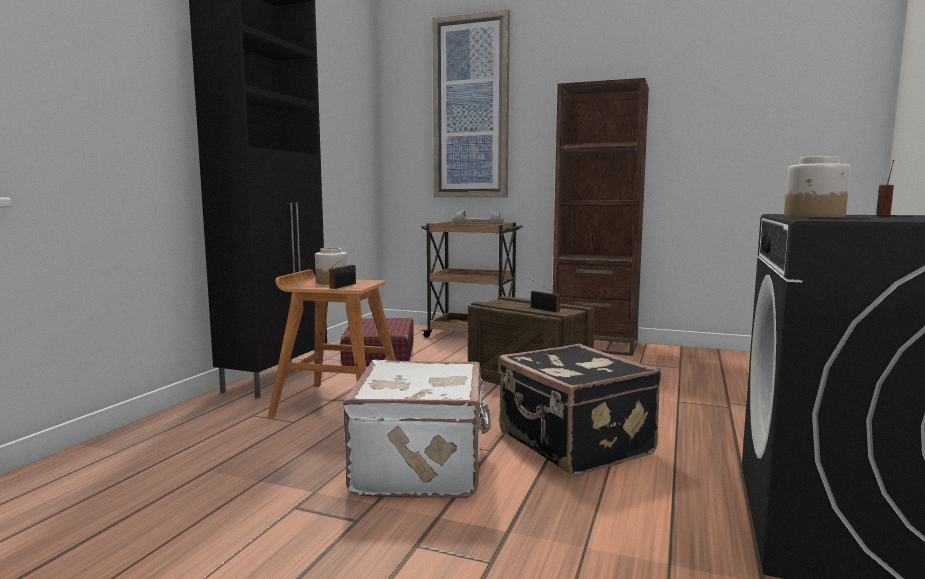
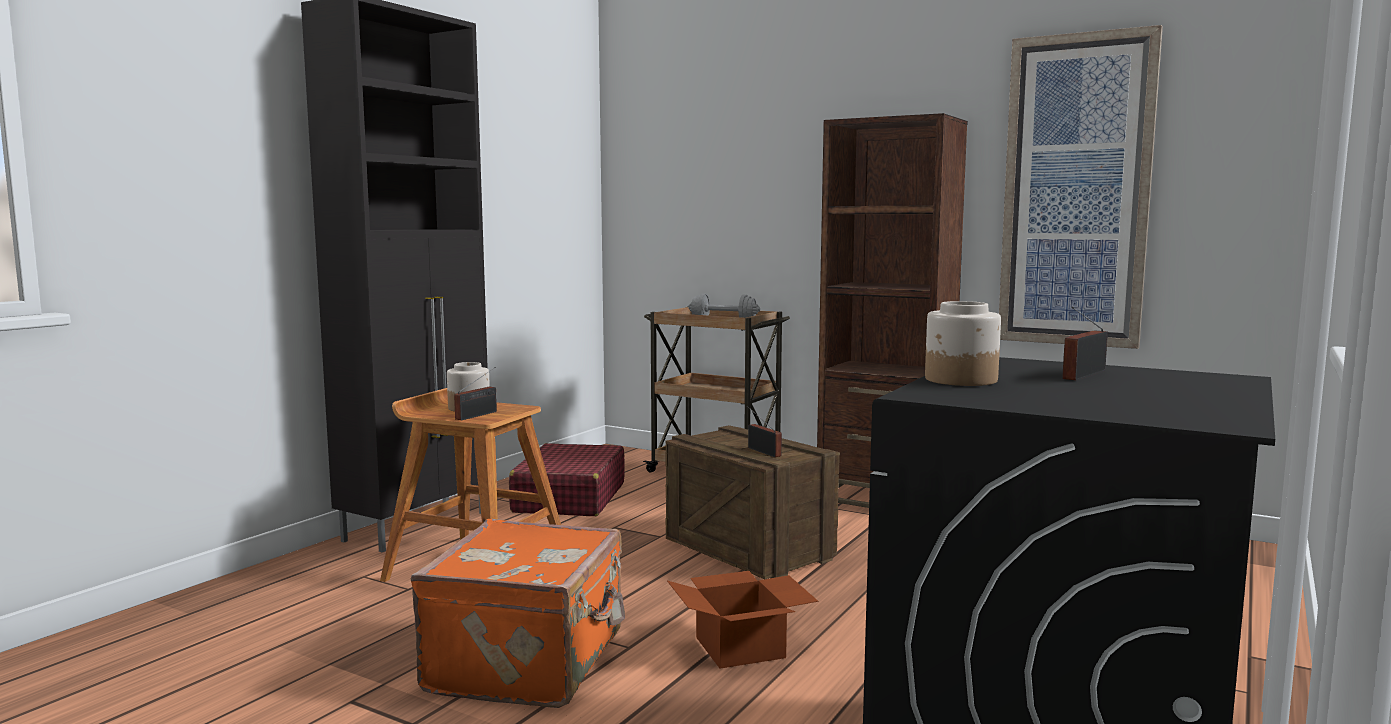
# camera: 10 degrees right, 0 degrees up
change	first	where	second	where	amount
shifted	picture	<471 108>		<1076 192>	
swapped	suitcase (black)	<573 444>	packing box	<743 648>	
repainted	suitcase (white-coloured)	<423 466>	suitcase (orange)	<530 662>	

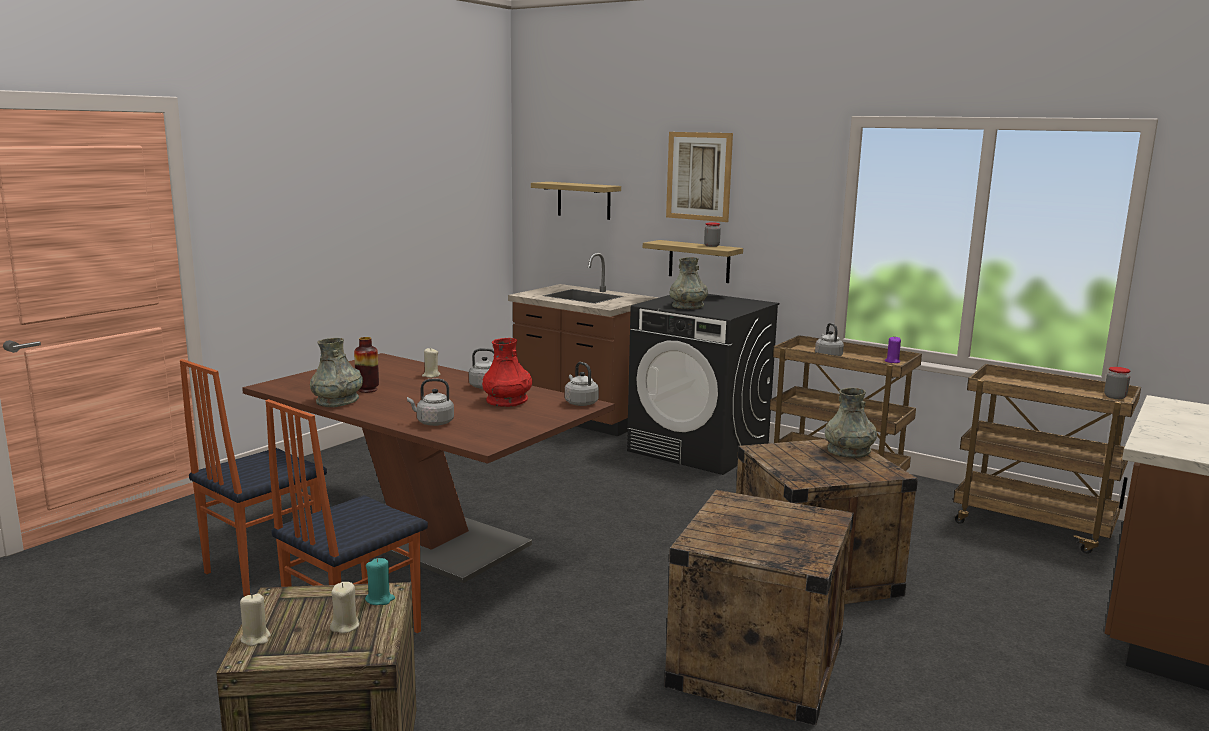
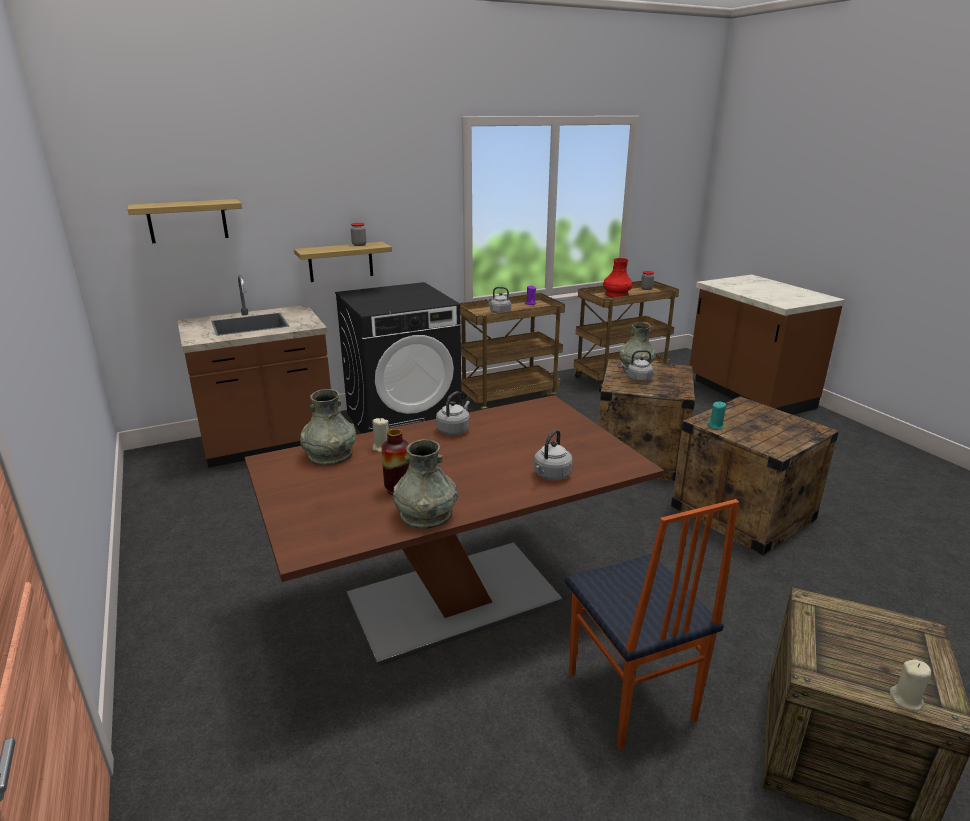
# camera: 60 degrees left, 10 degrees up
change	first	where	second	where	amount
gone	picture	<699 176>			
shifted	flower vase (gray)	<688 306>		<330 454>	
shifted	flower vase (red-coloured)	<507 401>		<616 295>	
gone	plain chair	<262 569>			
shifted	kettle (gray)	<580 403>		<637 379>	
shifted	wax candle (blue-green)	<380 599>		<715 426>	
gone	wax candle (sand-coloured)	<345 626>			

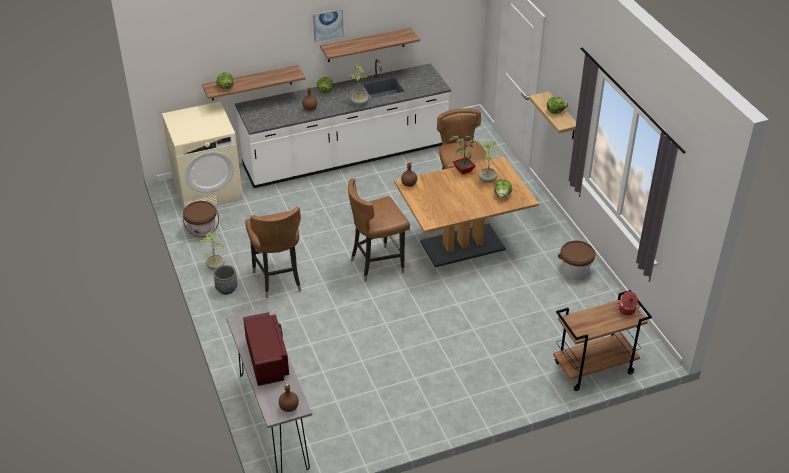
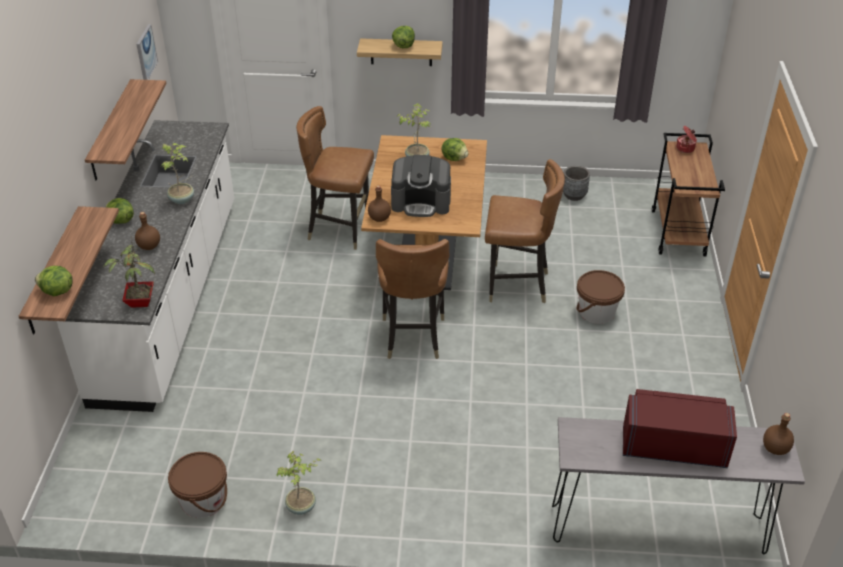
# camera: 65 degrees left, 0 degrees up
change	first	where	second	where	amount
shifted	picture	<328 24>		<146 53>	
gone	washing machine (sand-coloured)	<208 189>			
shifted	houseplant	<463 170>		<139 302>	
shifted	plain chair (brown-coloured)	<278 280>		<516 285>	
shifted	bucket (brown-coloured)	<575 271>		<596 312>	
shifted	plant pot (gray)	<226 289>		<574 195>	
new			coffee brewer	<421 202>	

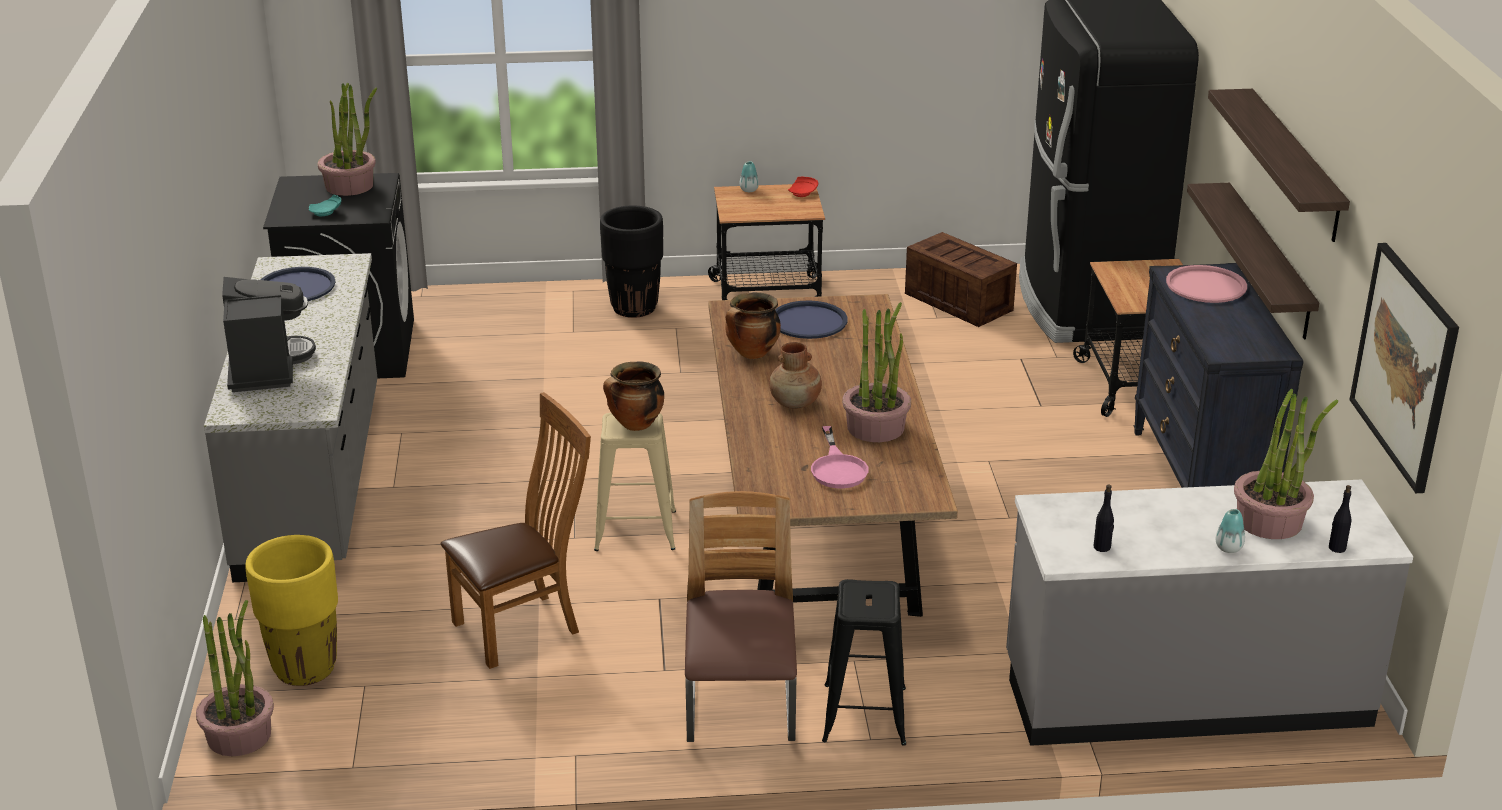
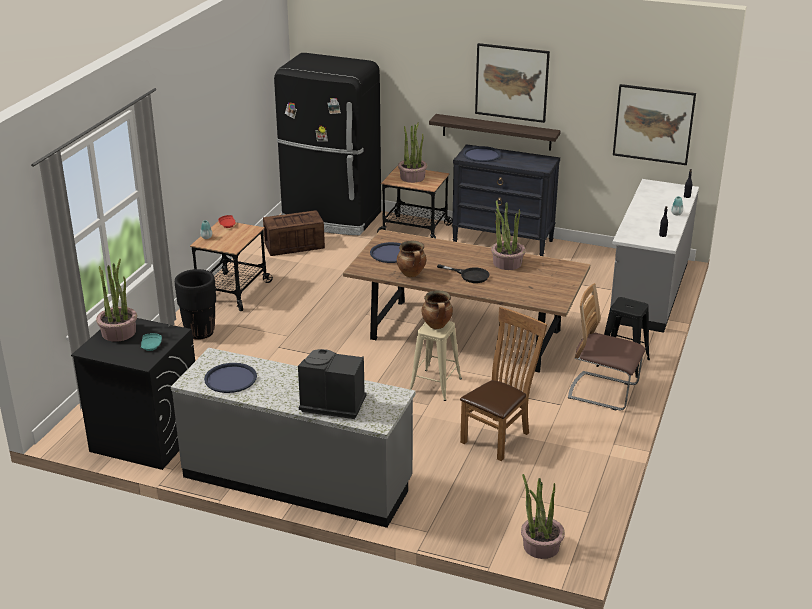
# camera: 65 degrees left, 0 degrees up
change	first	where	second	where	amount
swapped	bracket shelf	<1294 164>	picture	<512 82>	
repainted	carrying tray (pinkish)	<1206 286>	carrying tray (blue-coloured)	<482 155>	
swapped	flower vase (brown-coloured)	<795 403>	pan (black)	<469 275>	
shifted	houseplant	<1270 521>		<412 177>	
rotated	plain chair (brown-coloured)	<524 626>		<499 436>	45 degrees clockwise
gone	pan (pinkish)	<837 468>			
gone	plant pot (yellowish)	<305 668>			

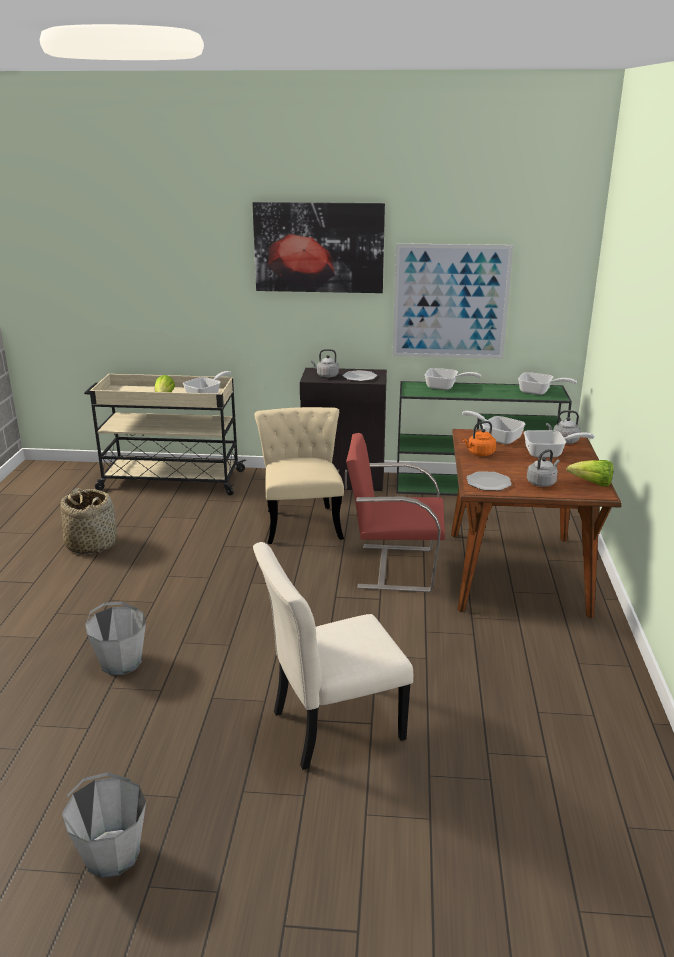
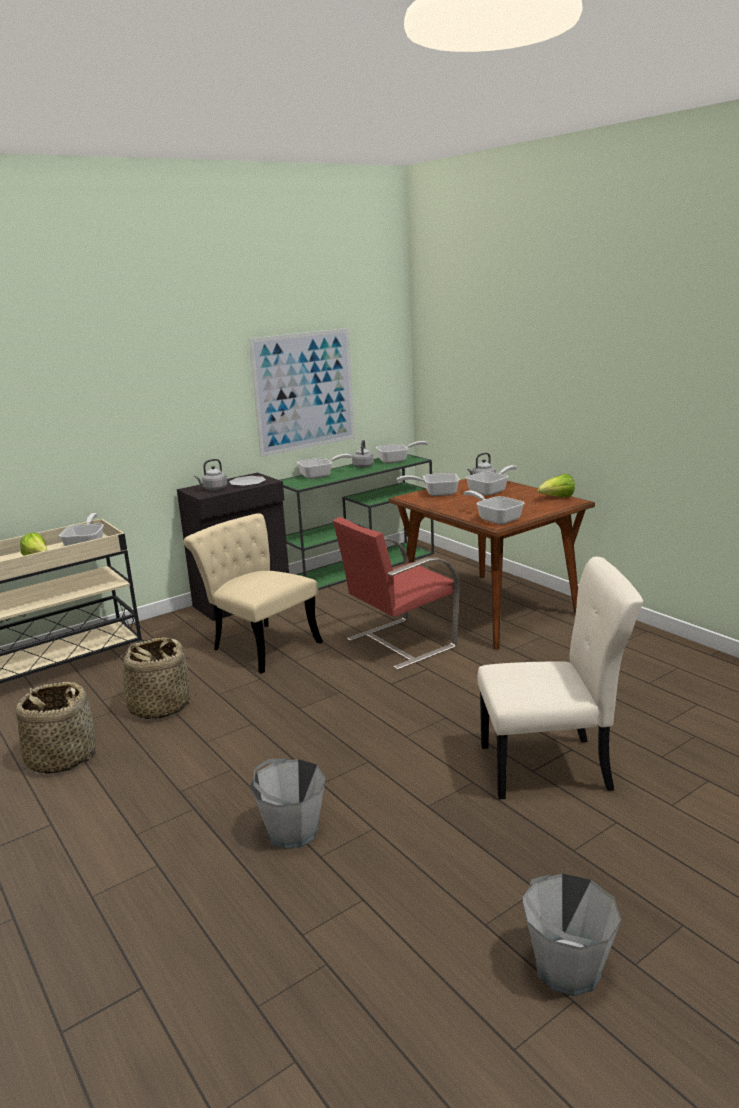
# camera: 40 degrees left, 5 degrees down
change	first	where	second	where	amount
gone	picture	<319 247>			
gone	kettle (orange)	<479 453>			
shifted	kettle (gray)	<542 482>		<363 466>	
swapped	plate	<488 482>	pan	<496 518>	
rotated	plain chair (sand-coloured)	<332 726>		<551 767>	120 degrees counterclockwise
new			storage basket	<159 707>	

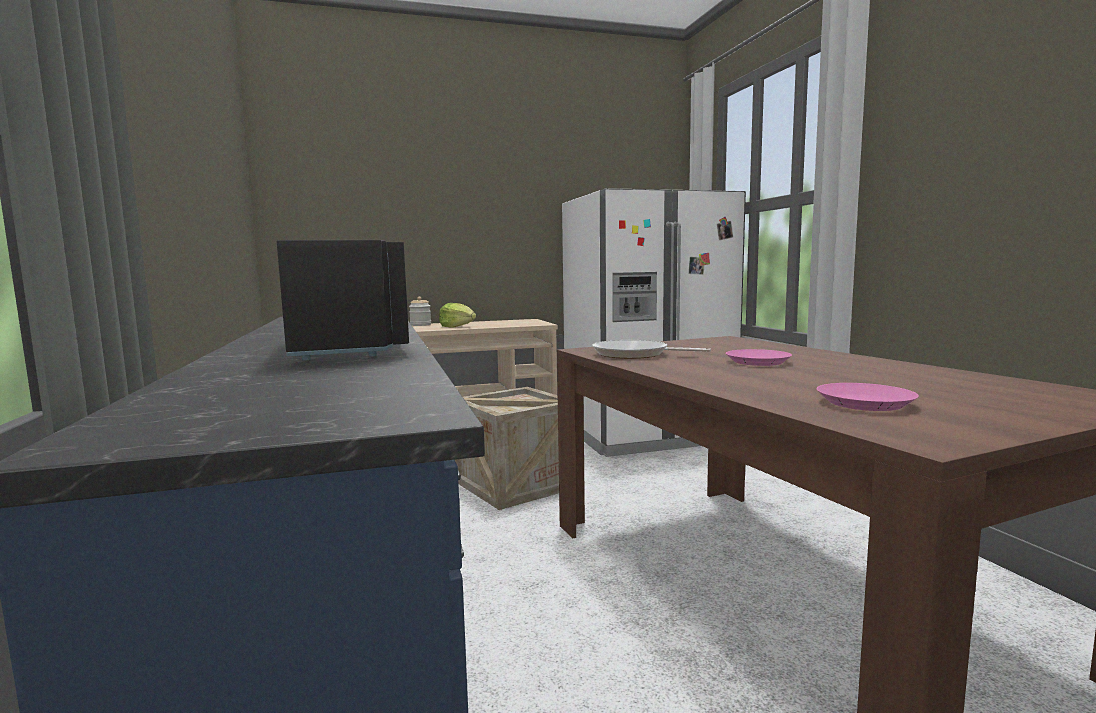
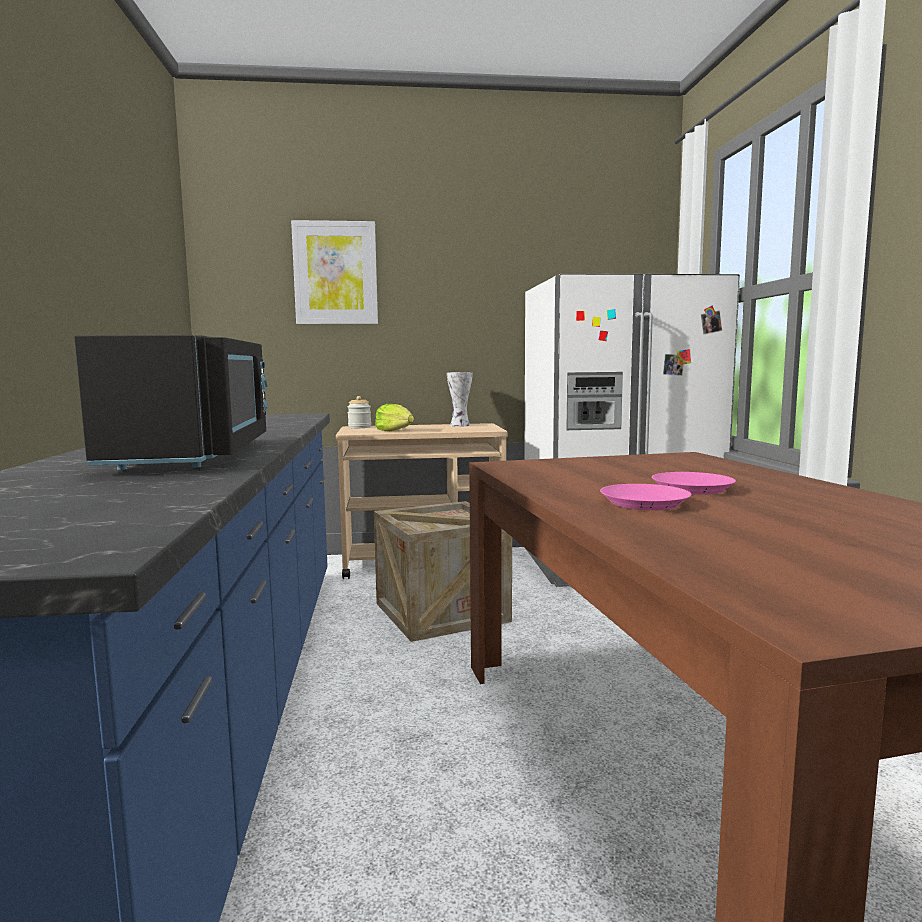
# camera: 10 degrees right, 0 degrees up
change	first	where	second	where	amount
gone	pan	<635 354>			
shifted	plate (pinkish)	<864 403>		<644 503>	
new			picture	<335 273>	
new			flower vase	<459 425>	

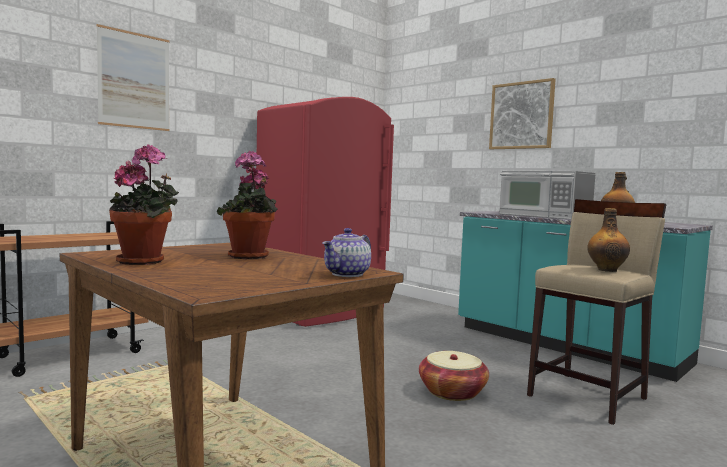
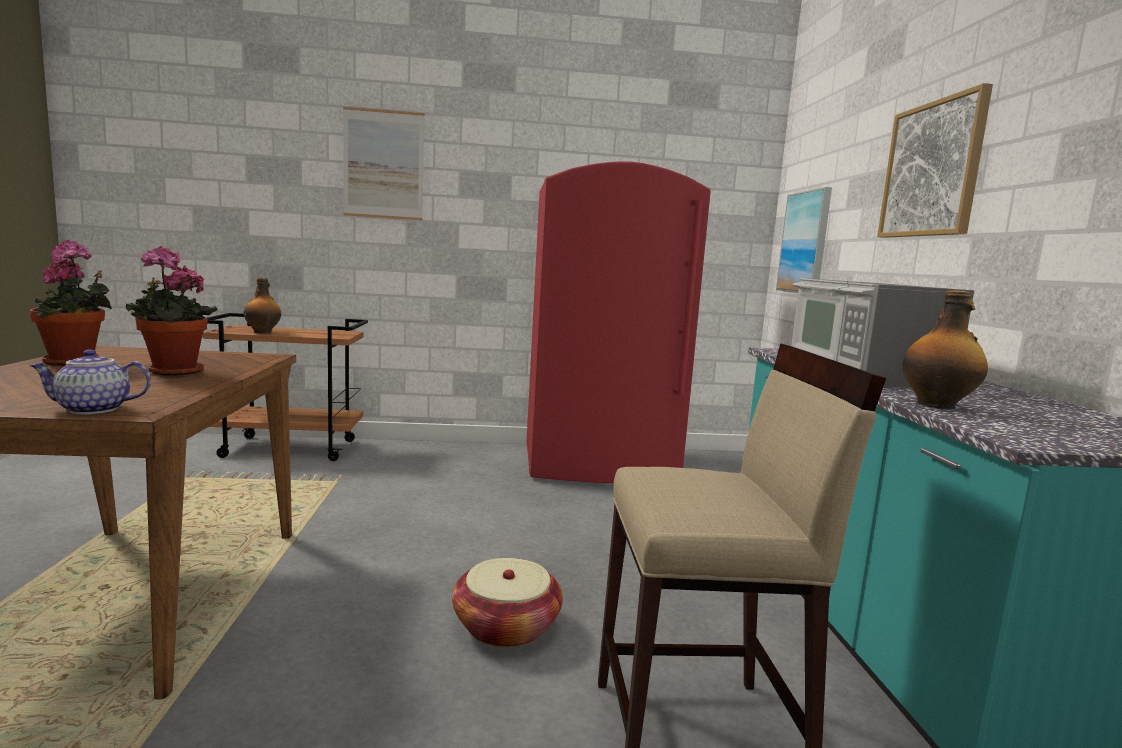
# camera: 40 degrees right, 5 degrees up
change	first	where	second	where	amount
shifted	bottle	<607 270>		<263 332>	
new			picture	<805 242>	

